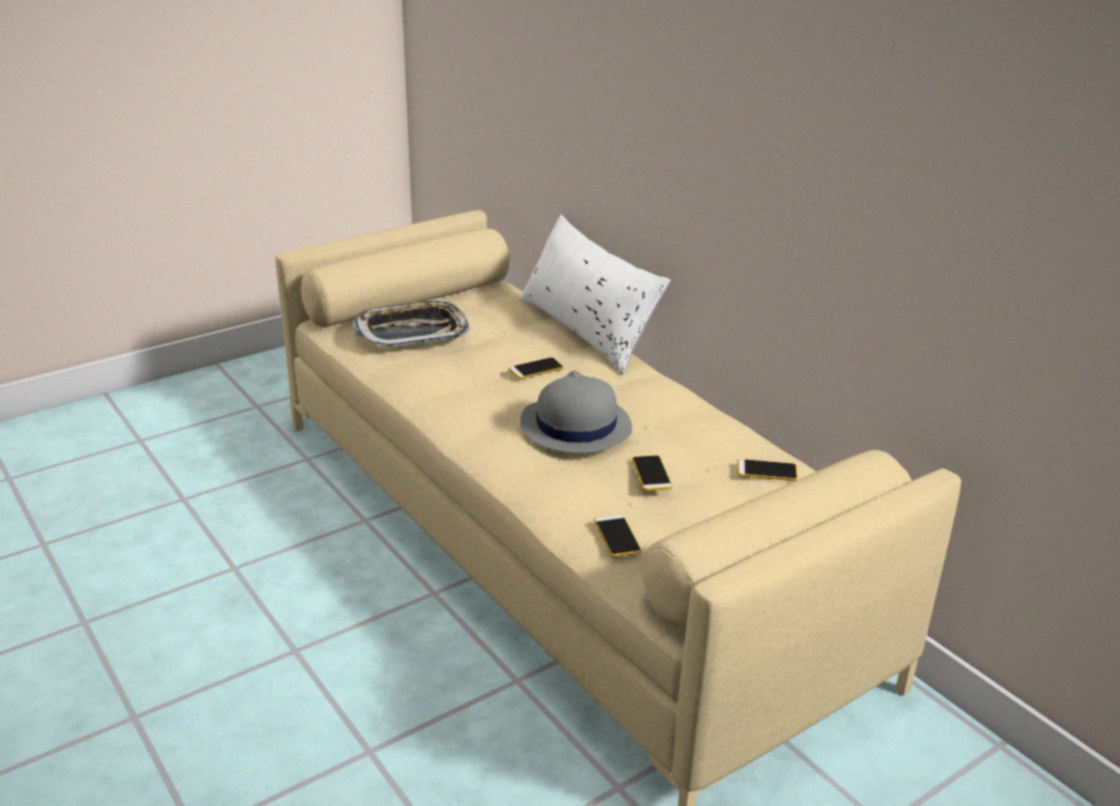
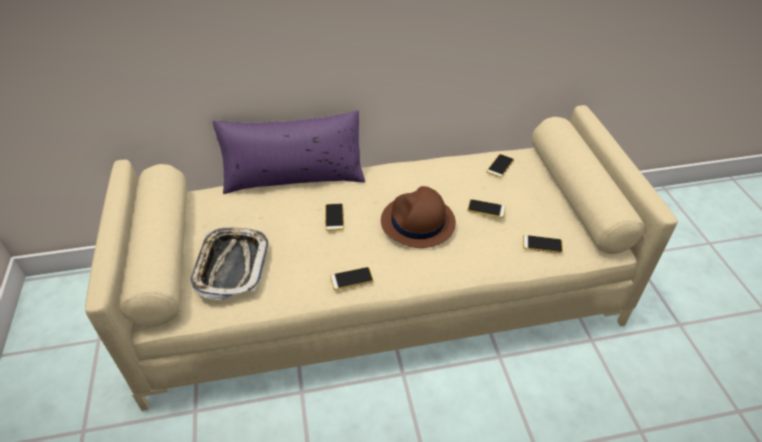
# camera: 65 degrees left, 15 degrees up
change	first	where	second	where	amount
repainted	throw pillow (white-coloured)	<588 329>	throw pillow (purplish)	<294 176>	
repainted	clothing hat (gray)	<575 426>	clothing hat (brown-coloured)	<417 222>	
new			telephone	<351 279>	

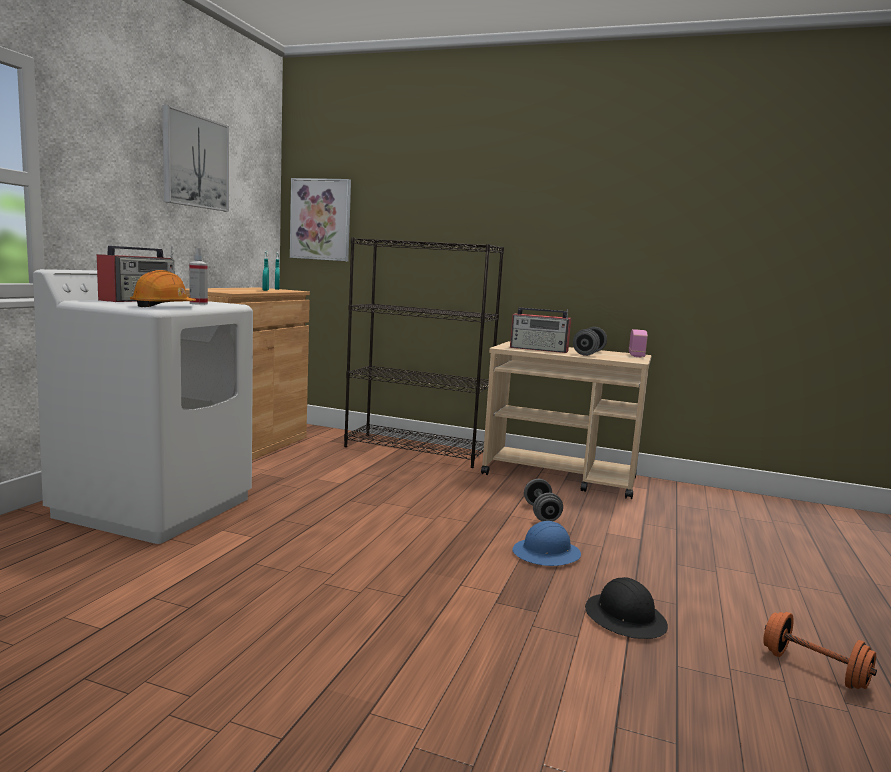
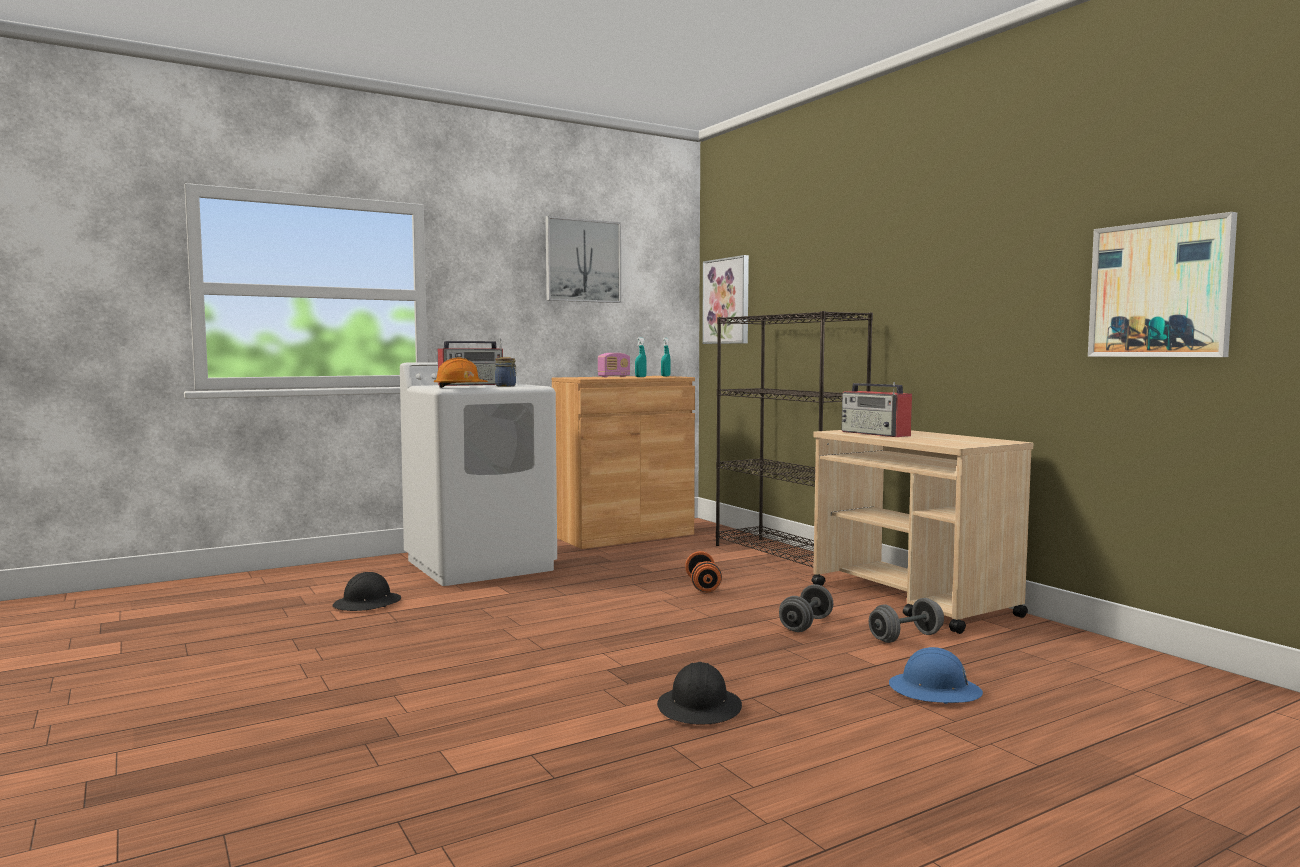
# camera: 40 degrees right, 5 degrees down
change	first	where	second	where	amount
swapped	spray bottle	<198 303>	preserve jar	<506 386>	
shifted	hand weight (gray)	<588 353>		<905 637>	
shifted	radio receiver	<636 355>		<614 376>	
shifted	safety helmet (blue-coloured)	<546 554>		<934 691>	
shifted	hand weight (orange)	<814 669>		<703 586>	
new			picture	<1159 289>	
new			safety helmet (black)	<367 604>	

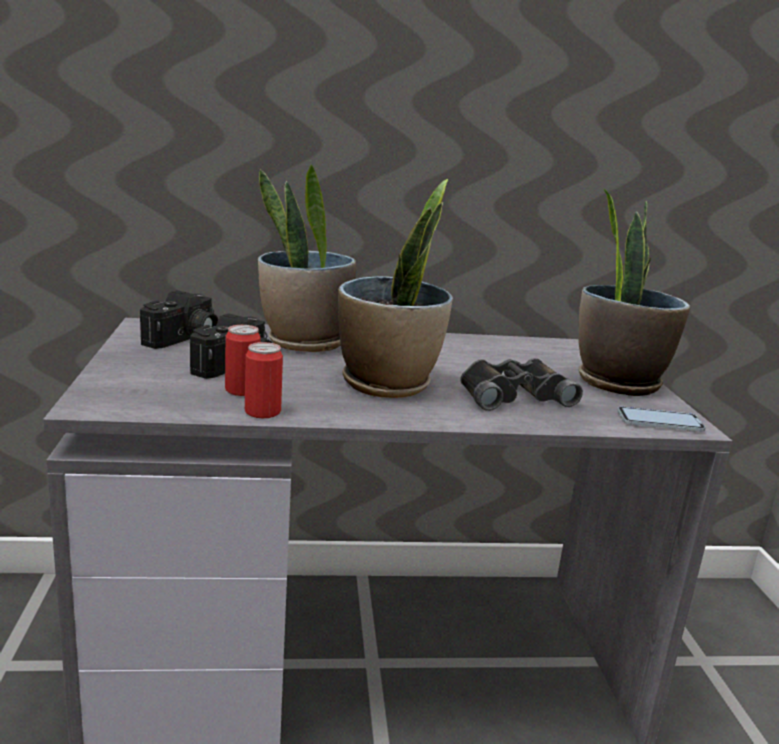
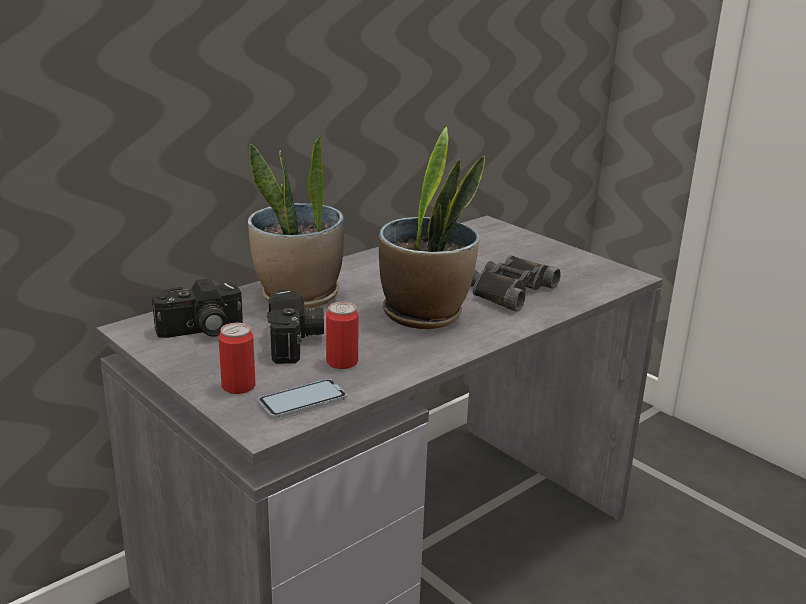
# camera: 35 degrees left, 5 degrees up
change	first	where	second	where	amount
gone	houseplant	<617 382>			
rotated	photo camera	<184 339>		<200 331>	75 degrees clockwise
shifted	can	<262 412>		<238 386>	
shifted	telephone	<659 421>		<302 400>	

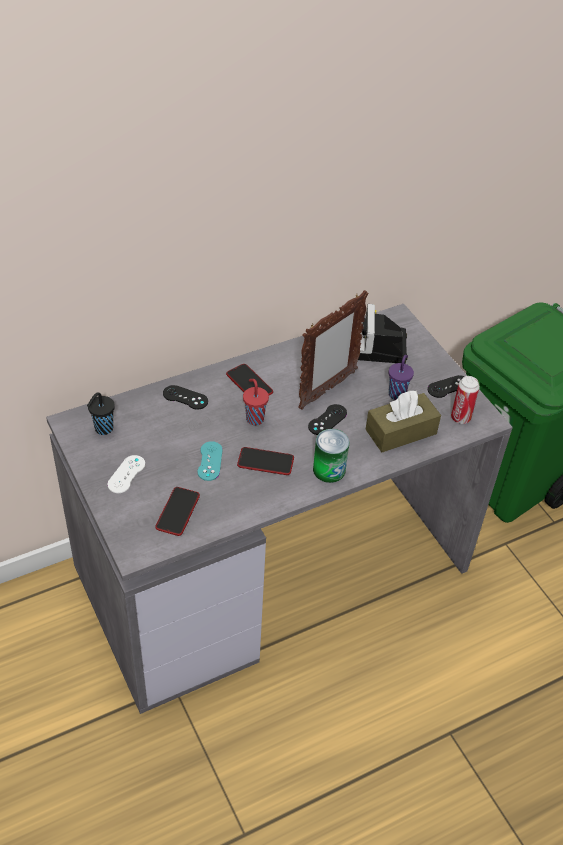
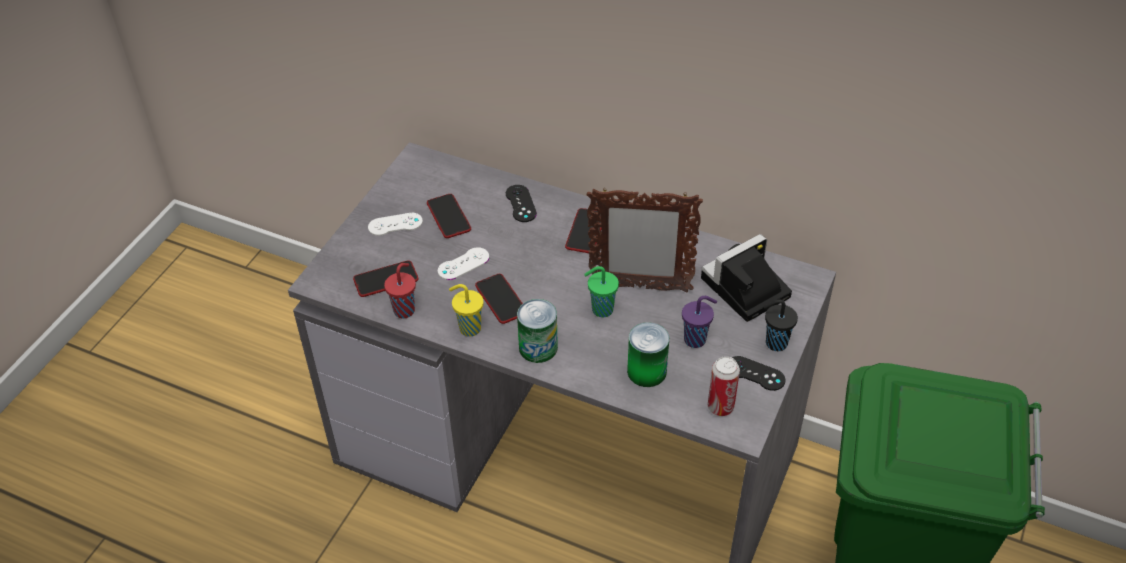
# camera: 55 degrees right, 0 degrees up
change	first	where	second	where	amount
shifted	drinking cup (red-coloured)	<254 418>		<405 310>	
swapped	tissue holder (brown-coloured)	<401 431>	can	<646 371>	
shifted	drinking cup (black)	<103 429>		<774 343>	
swapped	joypad (black)	<327 420>	drinking cup (greenish)	<601 310>	
repainted	joypad (blue-green)	<210 461>	joypad (white-coloured)	<463 264>	
new			telephone	<448 217>	
new			drinking cup (yellowish)	<468 328>	

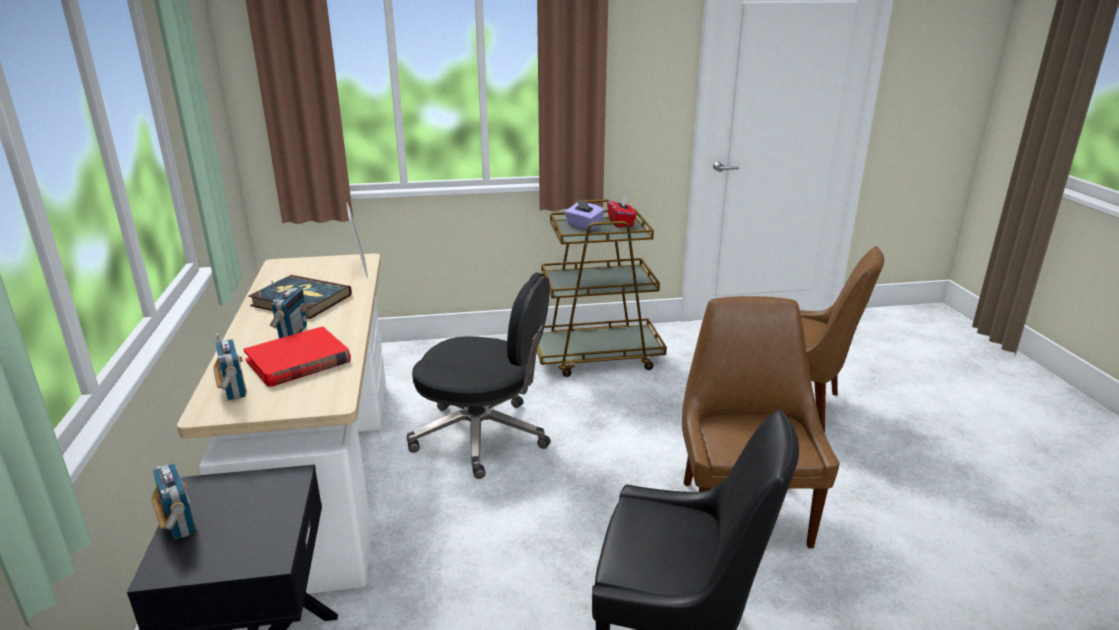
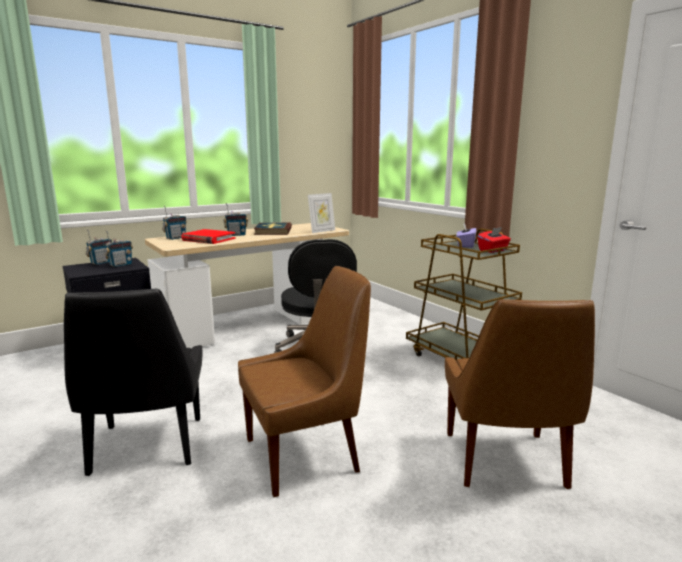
# camera: 65 degrees right, 10 degrees down
change	first	where	second	where	amount
new			radio receiver	<120 265>	

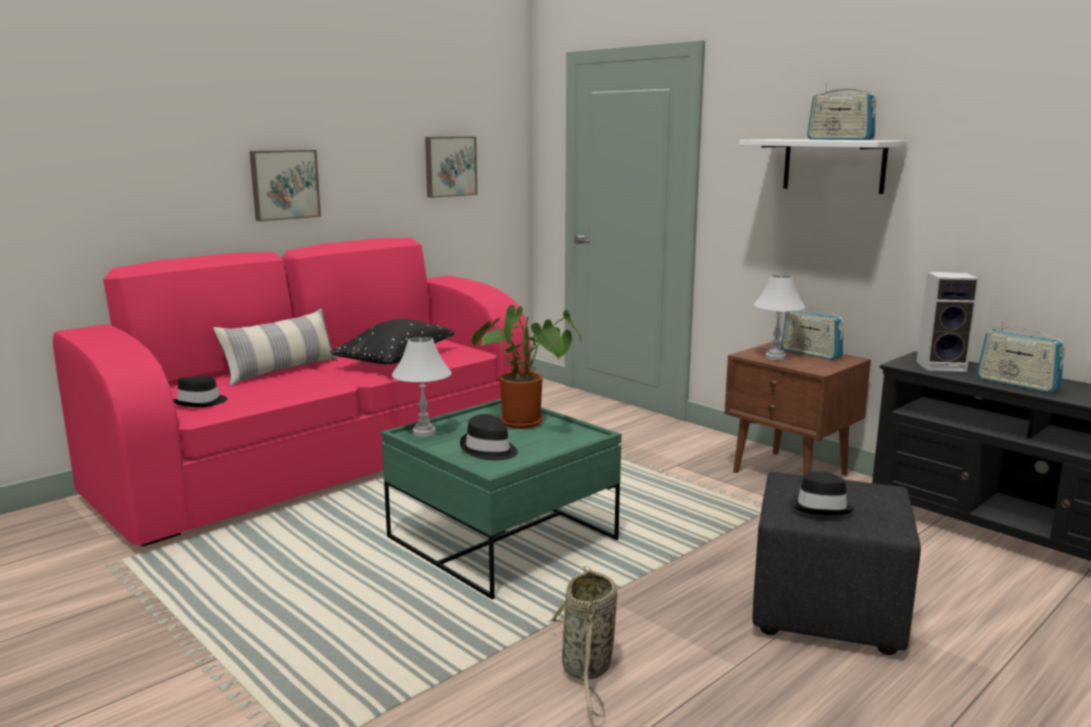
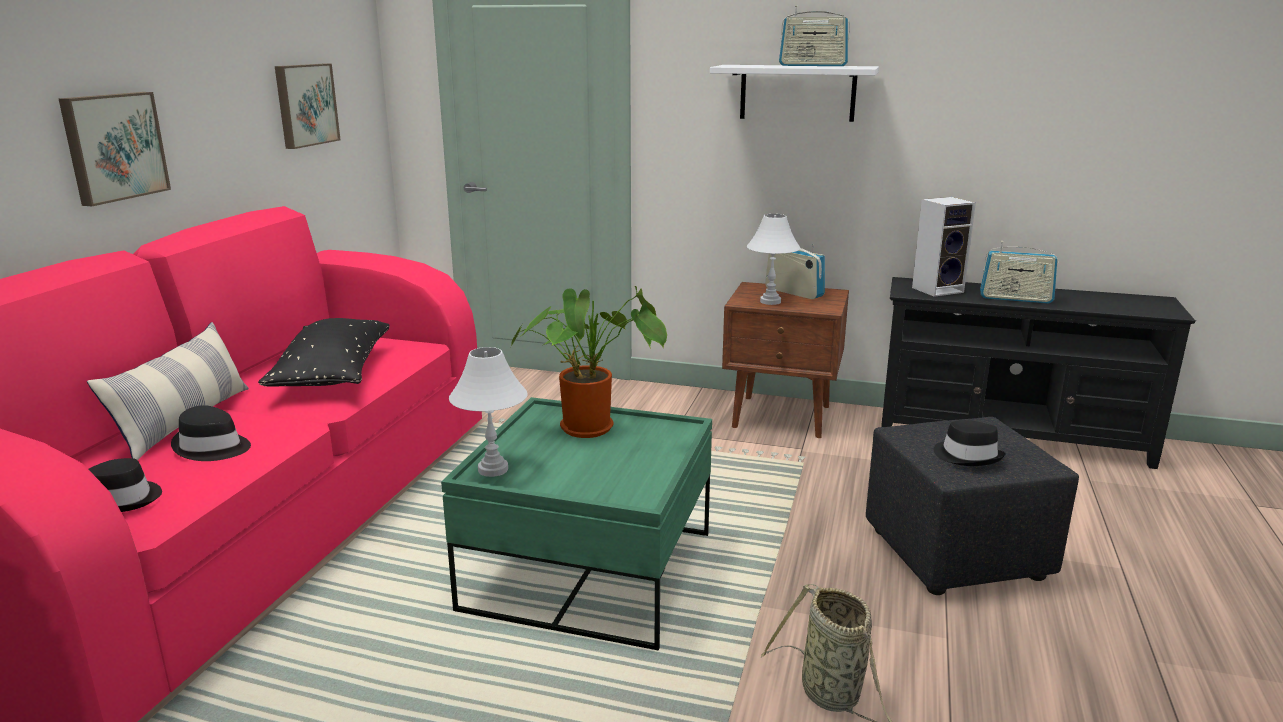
# camera: 30 degrees left, 5 degrees up
change	first	where	second	where	amount
rotated	radio receiver	<811 354>		<794 292>	150 degrees counterclockwise
shifted	clothing hat (black)	<489 450>		<212 448>	

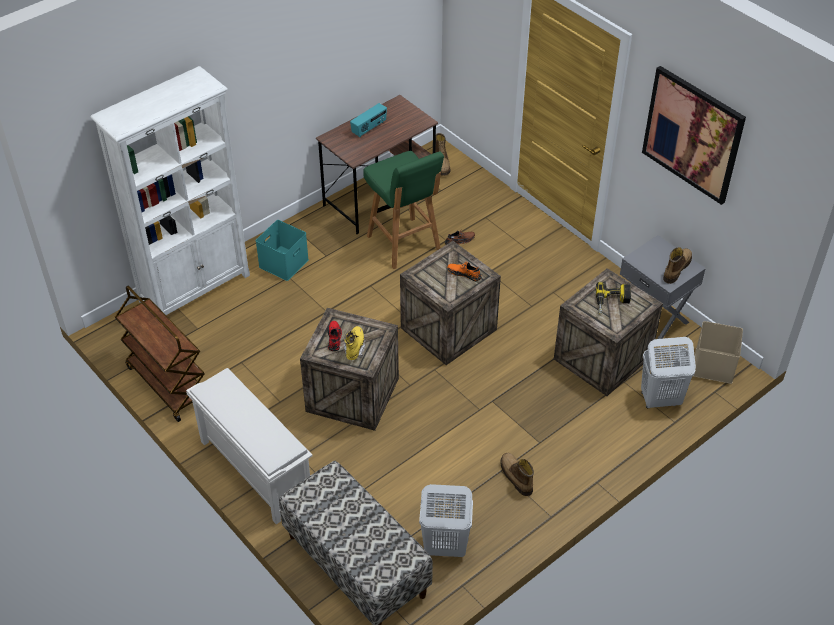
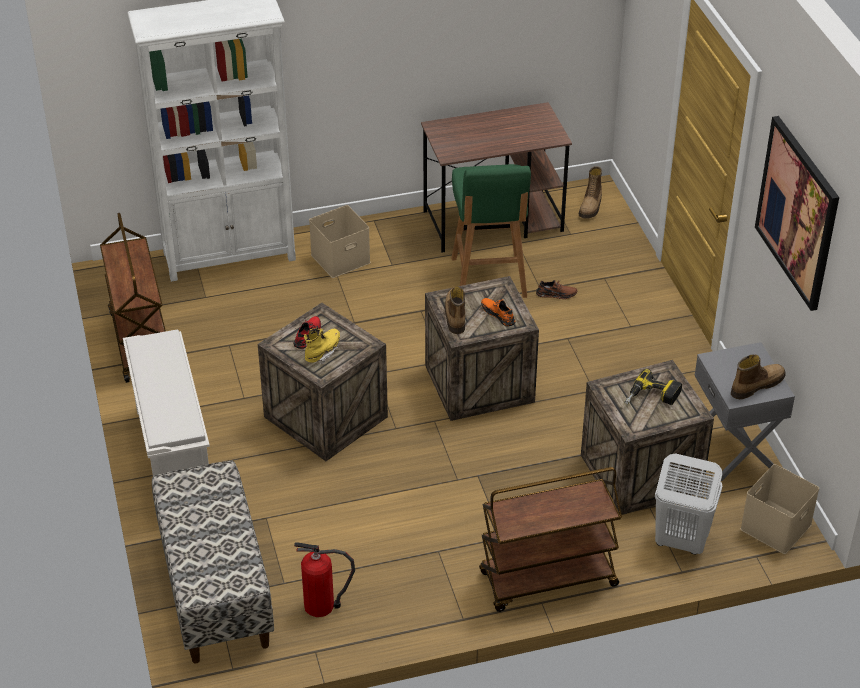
# camera: 25 degrees right, 5 degrees down
change	first	where	second	where	amount
gone	radio receiver	<369 128>			
repainted	storage container (blue-green)	<283 262>	storage container (sand-coloured)	<341 258>	
shifted	boot	<515 477>		<455 314>	
swapped	washing basket (white-coloured)	<444 546>	extinguisher	<322 605>	
new			cart (brown-coloured)	<547 580>	

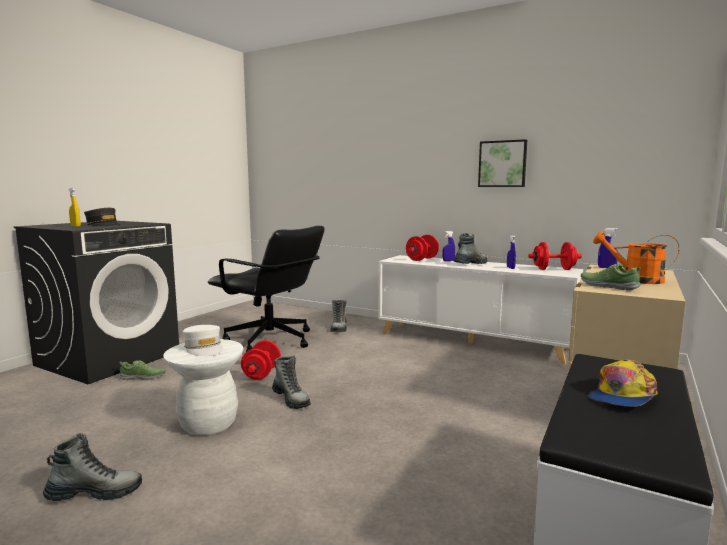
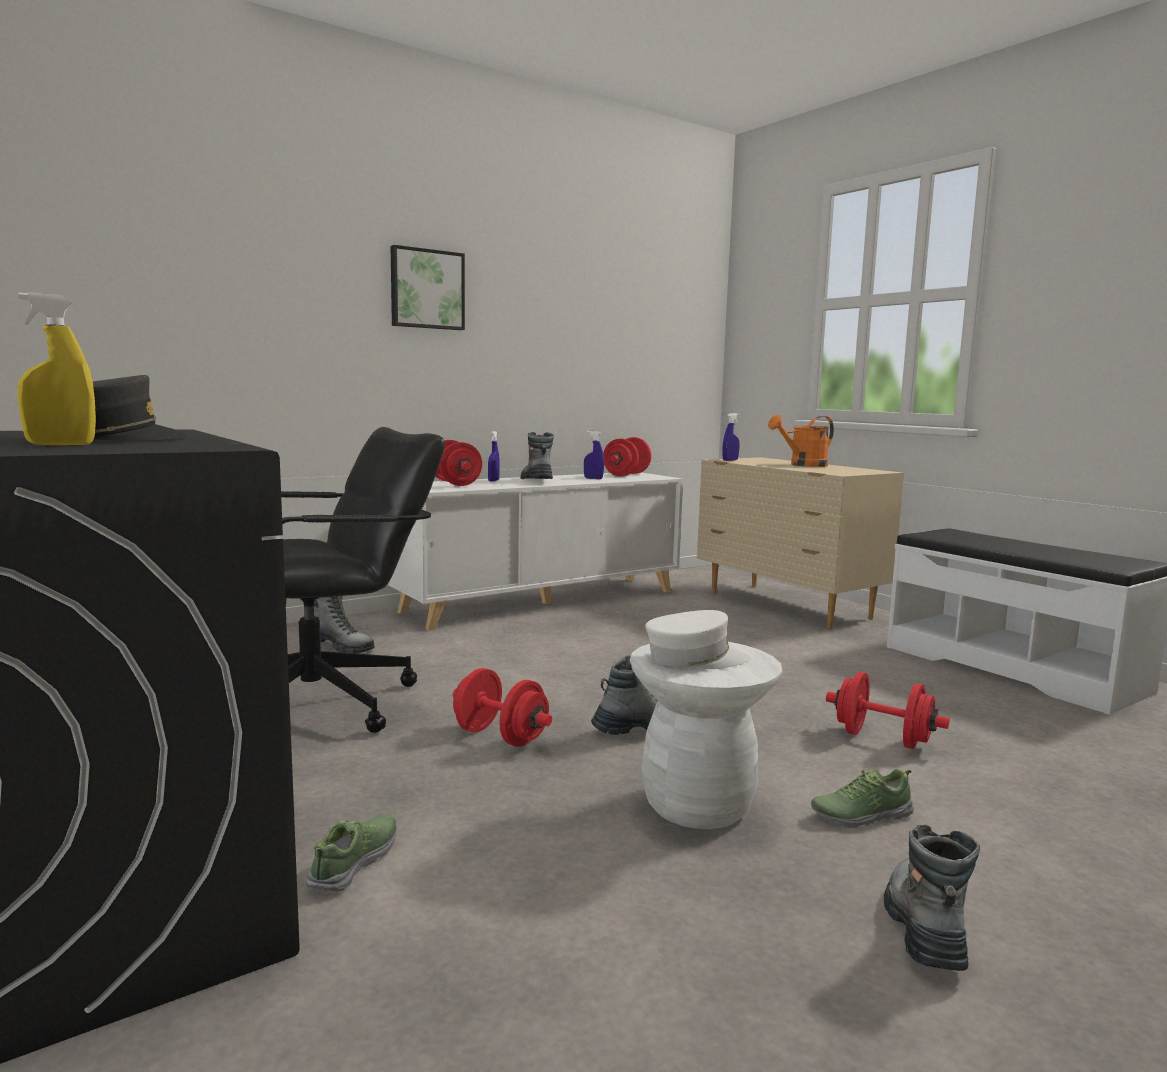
# camera: 65 degrees left, 0 degrees up
change	first	where	second	where	amount
shifted	picture	<502 164>		<426 289>	
shifted	item of footwear	<608 286>		<860 815>	
gone	peaked cap	<622 396>			
new			hand weight (red-coloured)	<882 739>	

